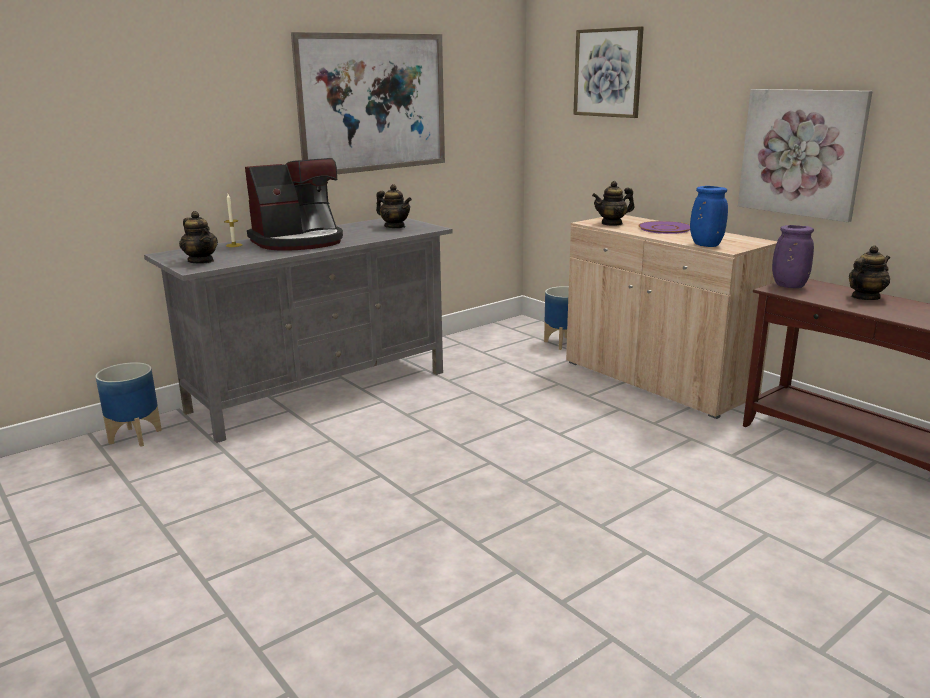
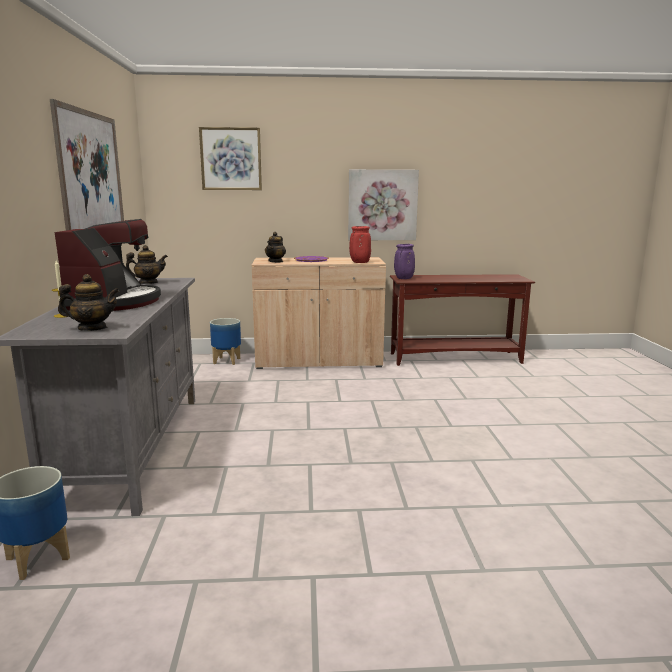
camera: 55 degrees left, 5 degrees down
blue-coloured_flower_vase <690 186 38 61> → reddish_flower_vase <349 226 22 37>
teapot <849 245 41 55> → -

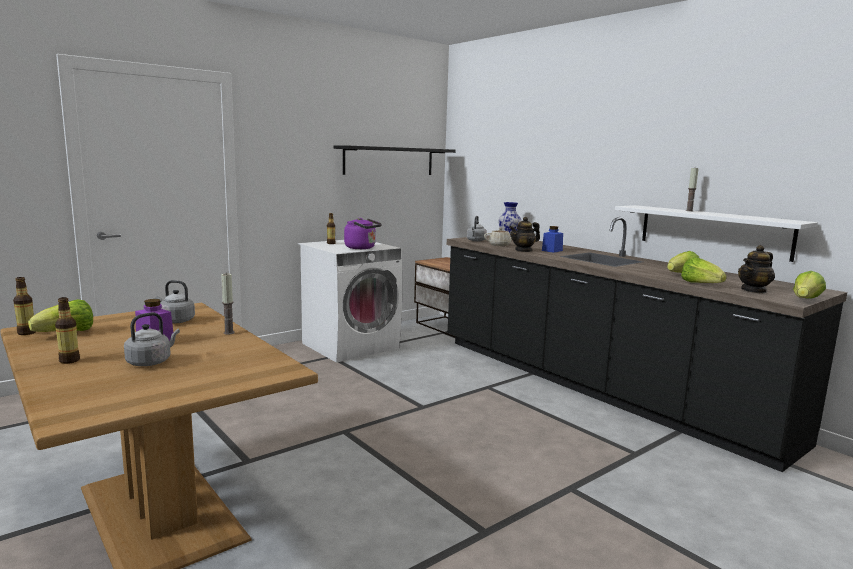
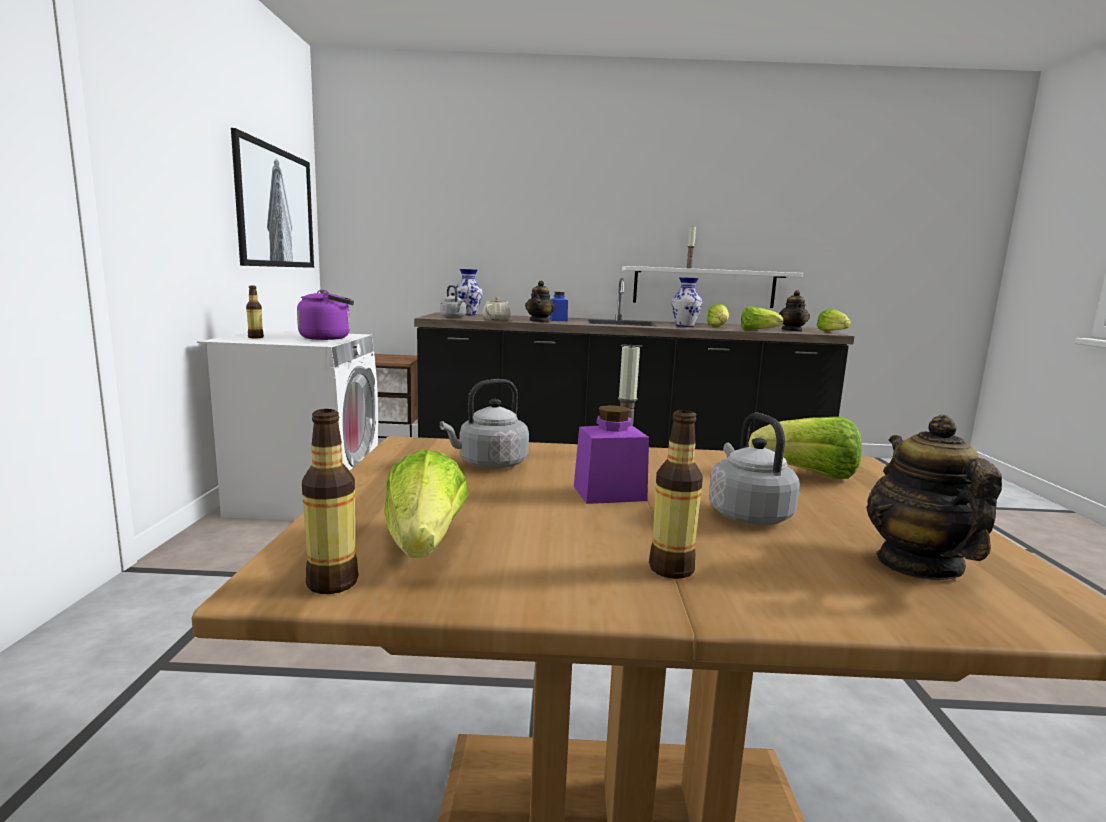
camera: 50 degrees left, 0 degrees up
blackish_bracket_shelf <333 145 123 30> → wall_picture <231 128 83 140>
- → flower_vase <671 277 31 50>
- → teapot <866 414 136 166>
- → head_of_lettuce <748 417 114 62>

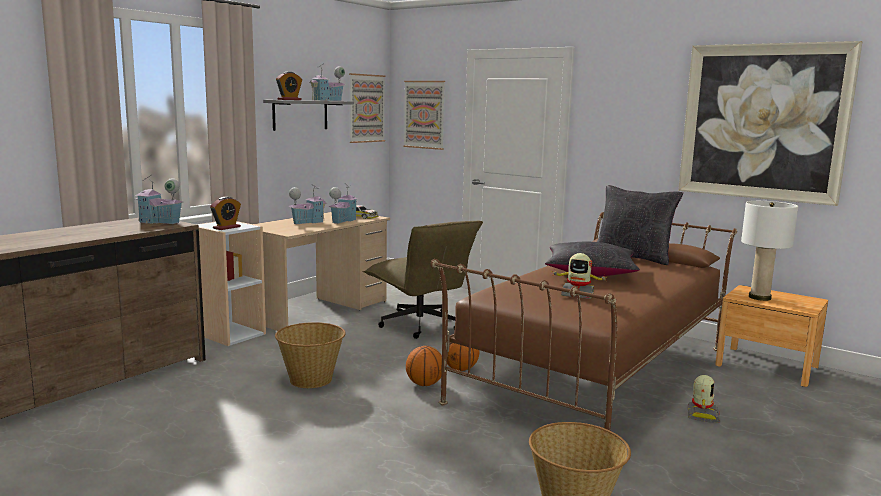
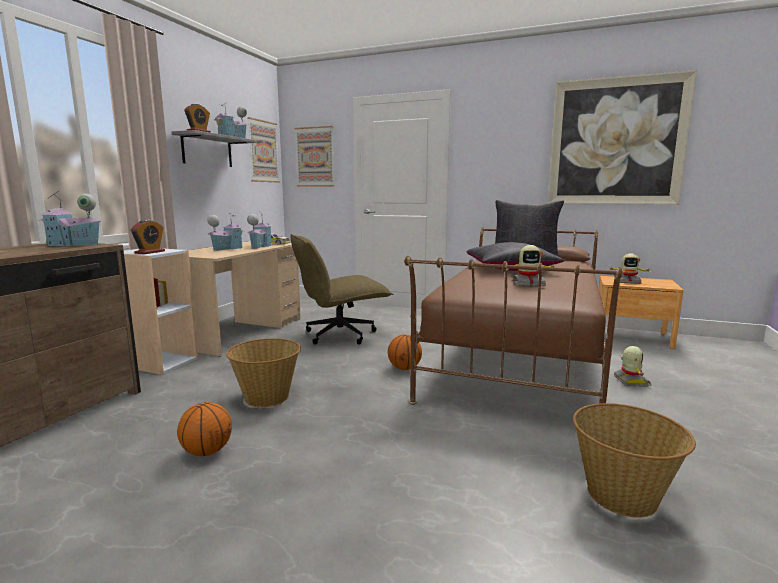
camera: 15 degrees left, 0 degrees up
white-coloured_lamp_for_a_table <741 201 57 100> → robot_figure <608 253 41 31>
beige-coloured_computer_chair <362 221 121 118> → beige-coloured_computer_chair <291 234 102 111>, 120 degrees clockwise
basketball_ball <406 346 36 40> → basketball_ball <177 402 55 54>, relocated

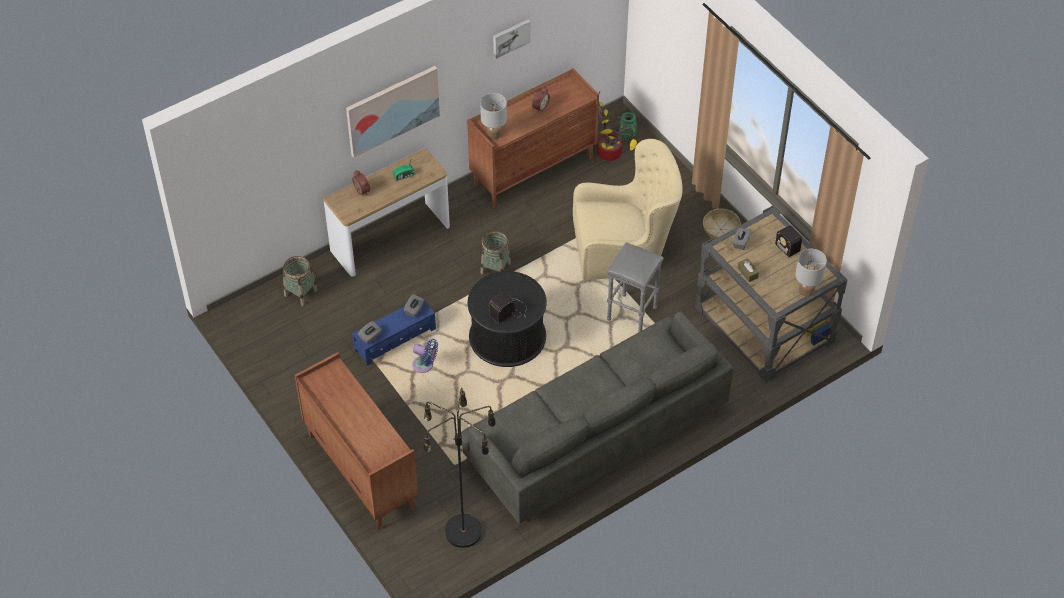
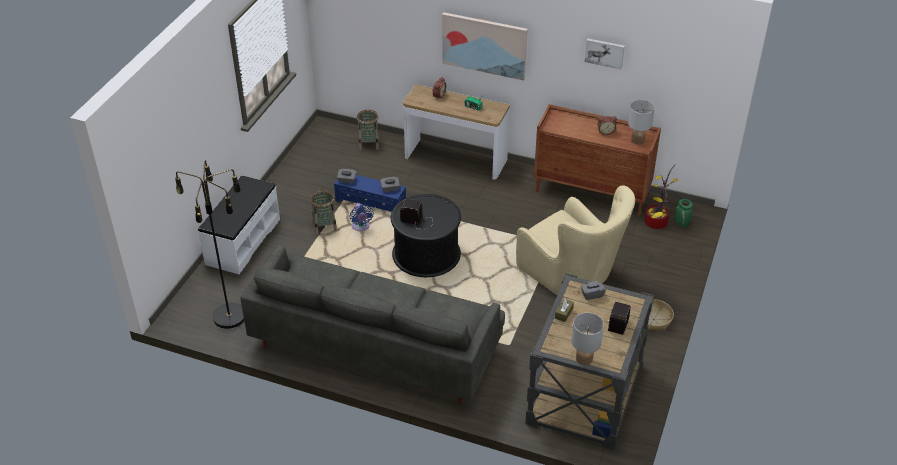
camera: 55 degrees right, 10 degrees down
grey_lamp_for_a_table <480 93 27 46> → grey_lamp_for_a_table <628 100 27 44>, relocated
basket <481 231 30 43> → basket <310 190 27 45>, relocated
grey_stool <607 242 57 90> → -
brown-coloured_cupboard <295 352 123 178> → white-coloured_bench <198 176 82 98>

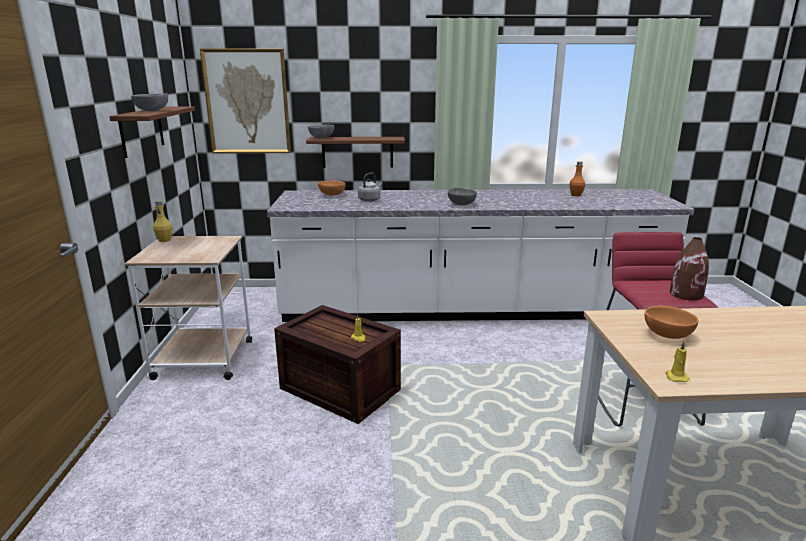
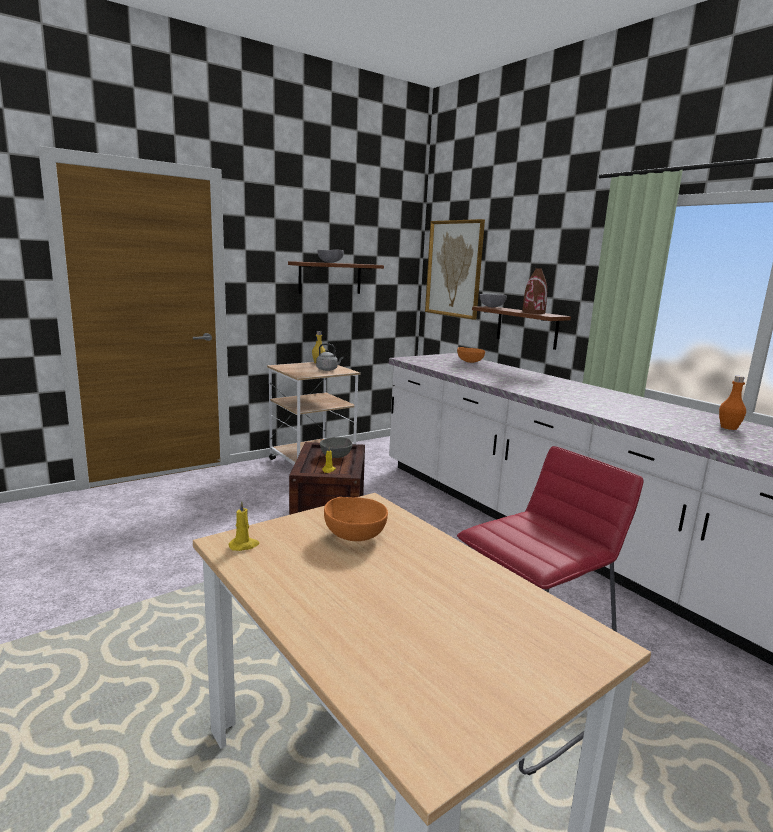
camera: 55 degrees right, 5 degrees down
grey_tea_kettle <358 173 24 29> → grey_tea_kettle <316 343 27 28>, relocated
grey_deep_dish <448 188 29 17> → grey_deep_dish <320 437 33 21>, relocated
brown-coloured_flower_vase <670 237 39 64> → brown-coloured_flower_vase <522 268 25 46>, relocated

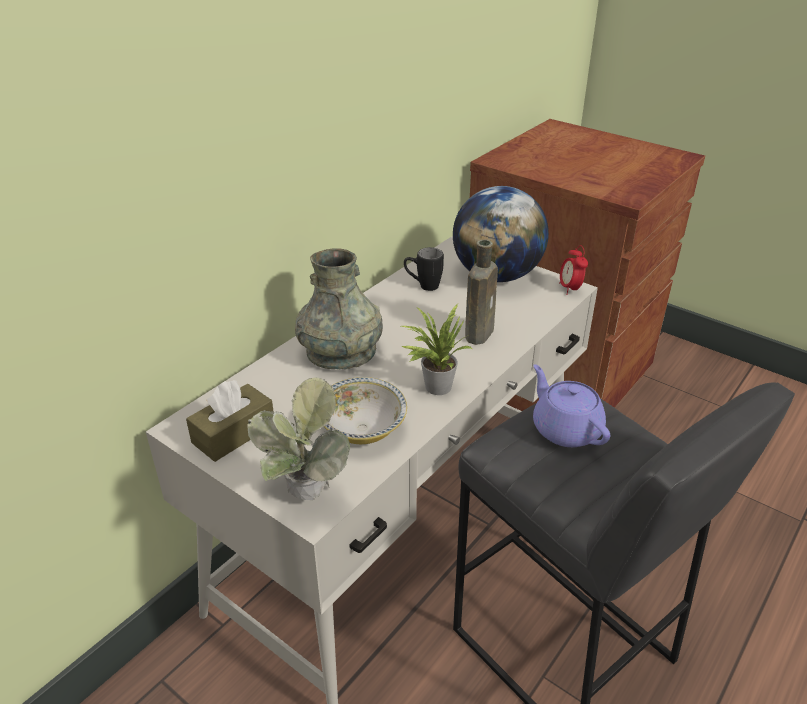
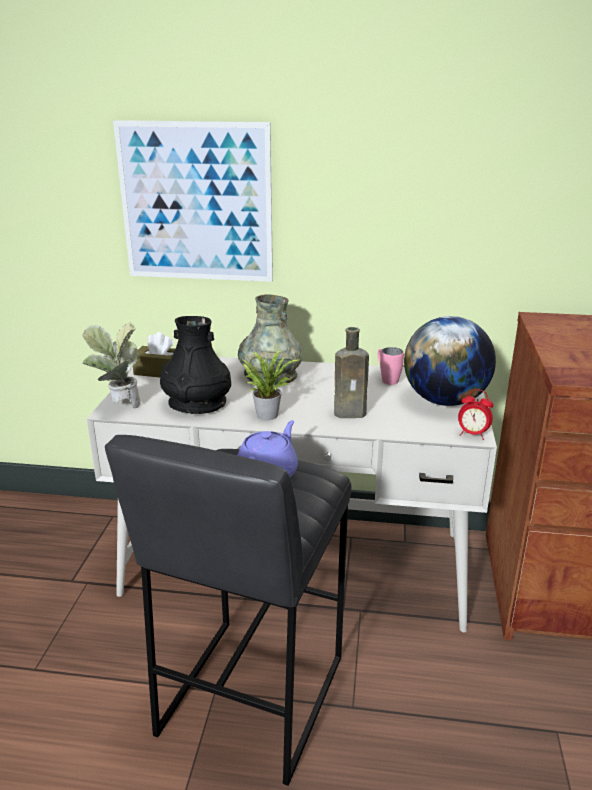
camera: 60 degrees right, 10 degrees down
bedside_clock <559 245 29 50> → bedside_clock <458 389 35 51>, 120 degrees counterclockwise
blackish_tea_mug <404 247 40 44> → pink-coloured_tea_mug <378 347 26 38>
deep_dish <324 377 83 67> → blackish_flower_vase <160 316 71 98>
- → wall_picture <113 120 160 162>

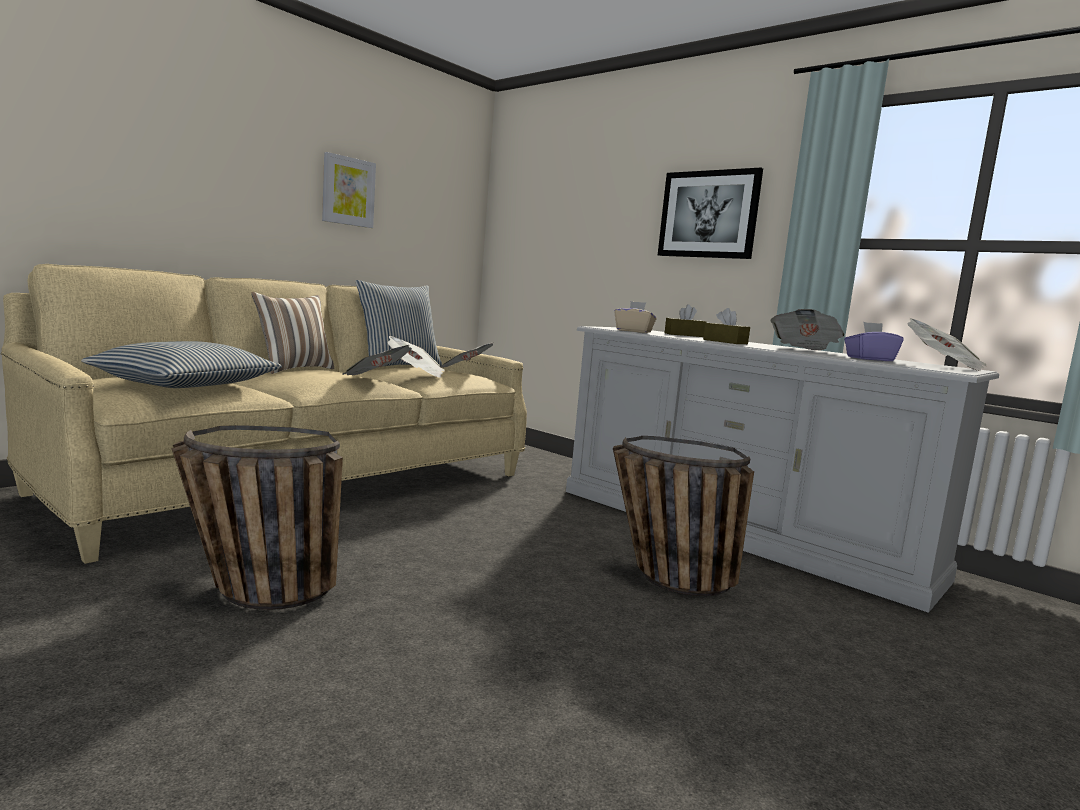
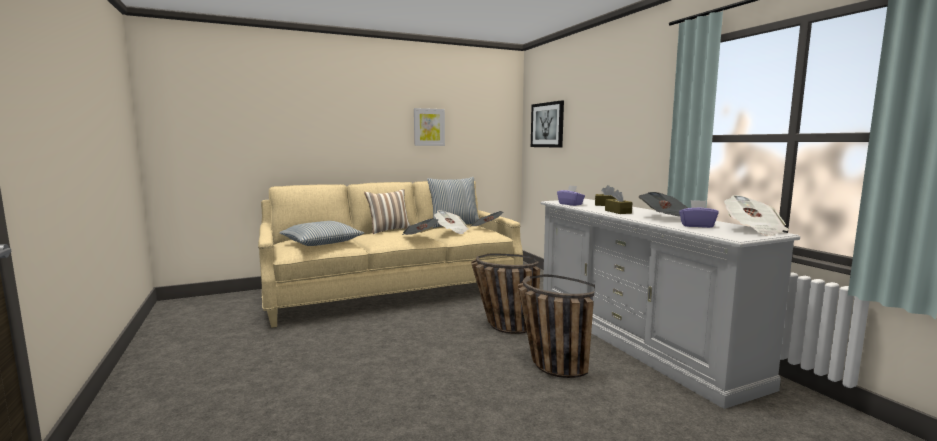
camera: 25 degrees right, 0 degrees up
wall_picture <658 168 105 91> → wall_picture <531 100 33 48>, relocated
beige-coloured_tissue_holder <614 301 42 32> → purple-coloured_tissue_holder <557 185 28 21>
basket <171 425 172 185> → basket <471 253 69 81>, relocated

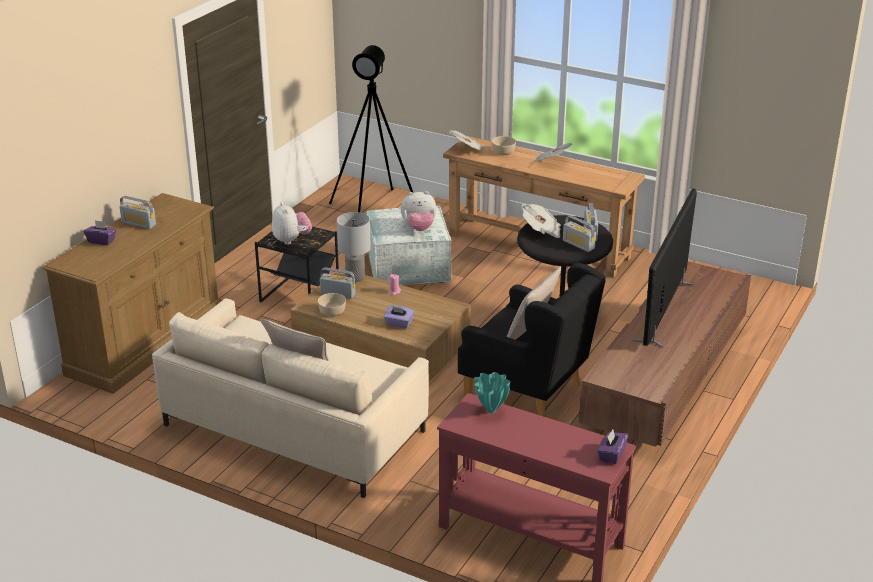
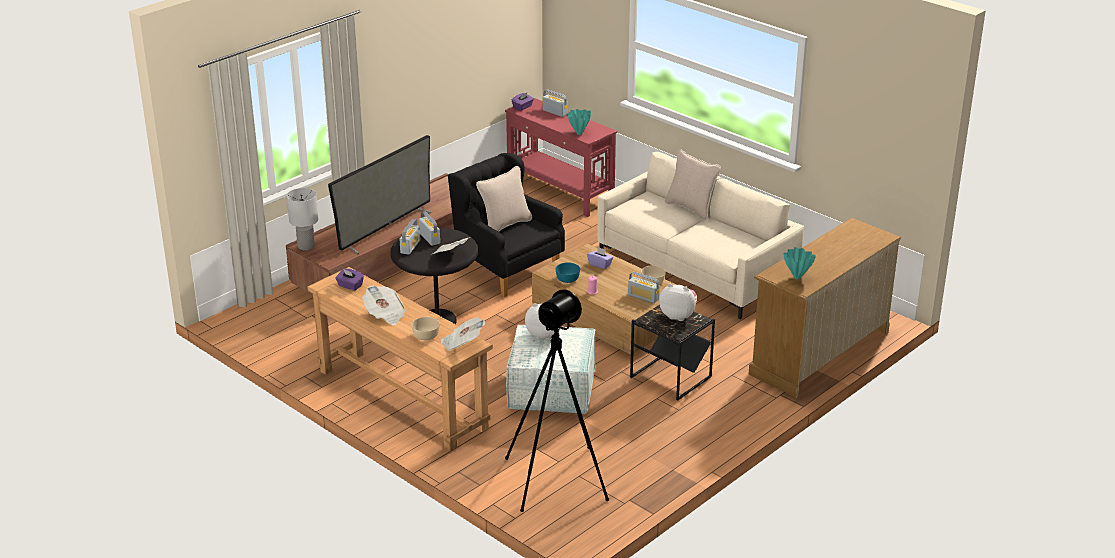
camera: 165 degrees left, 0 degrees up
radio_set <120 196 36 33> → radio_set <542 89 26 28>, relocated
soft_toy <272 202 40 43> → soft_toy <659 283 38 38>, 120 degrees clockwise
grey_lamp_for_a_table <337 212 34 70> → grey_lamp_for_a_table <287 188 31 63>, relocated
purple-coloured_tissue_holder <84 220 32 25> → purple-coloured_tissue_holder <335 268 29 23>, relocated
- → turquoise_flower_vase <784 247 32 32>
- → turquoise_deep_dish <556 263 24 20>

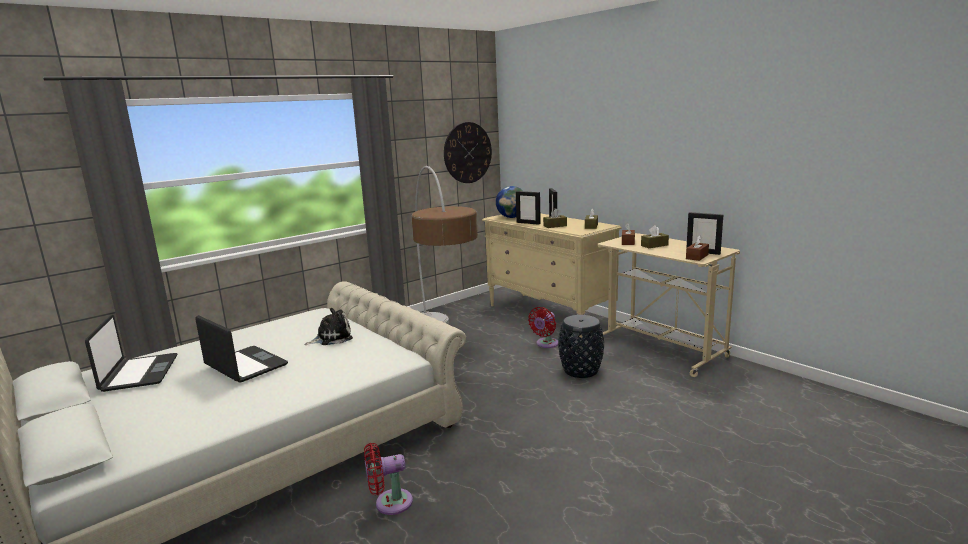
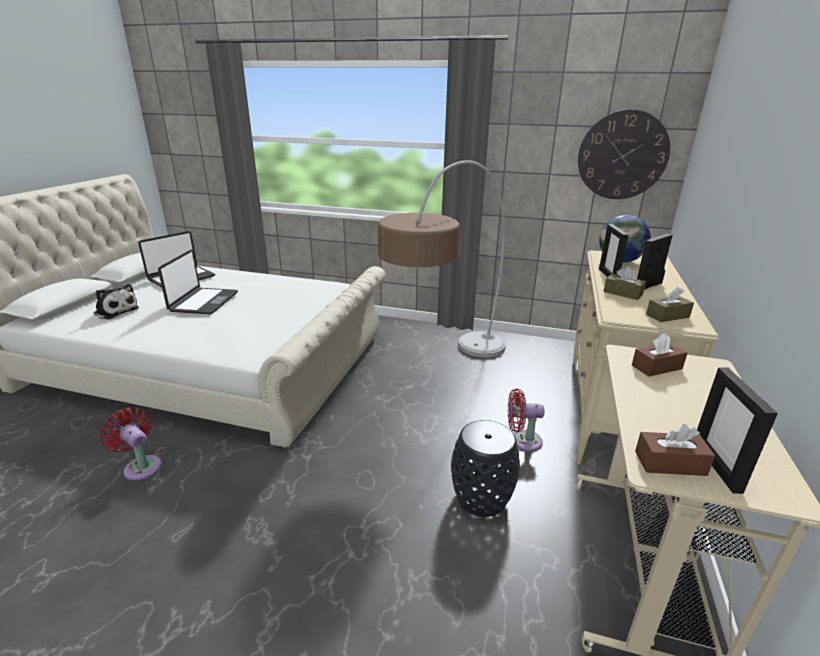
camera: 55 degrees right, 10 degrees up
brown-coloured_tissue_holder <641 225 28 23> → -
soft_toy <305 308 48 37> → soft_toy <93 284 46 36>, relocated

